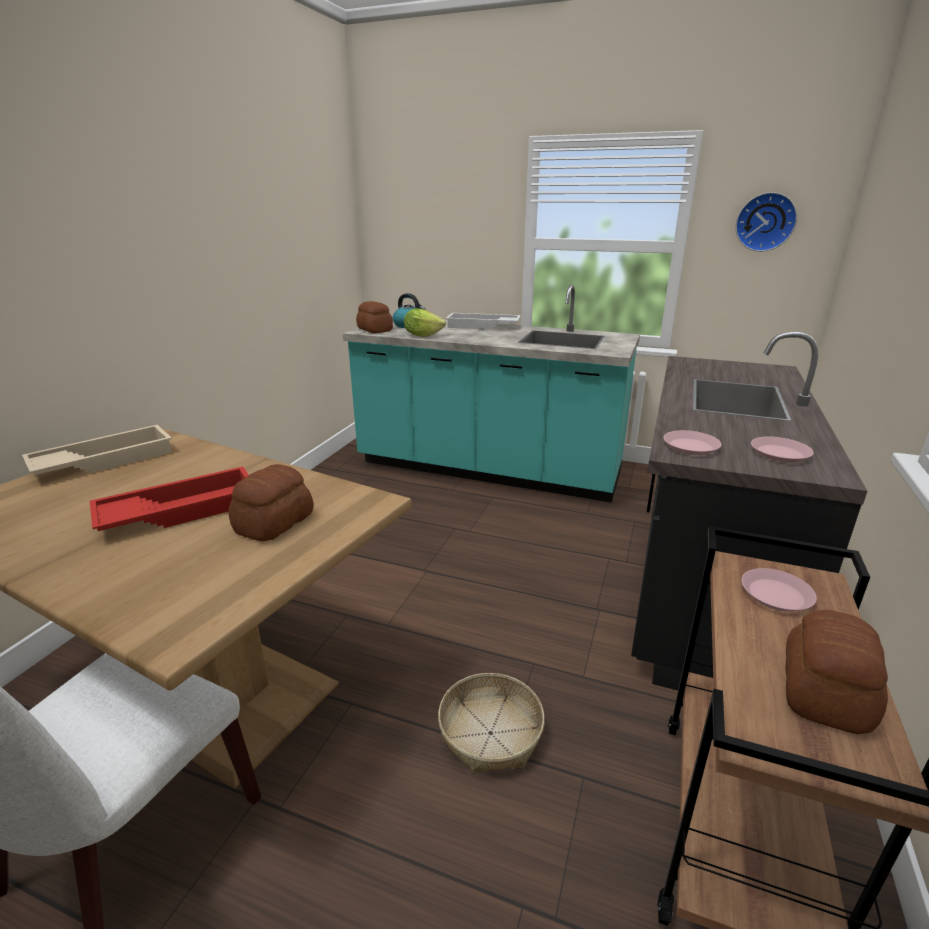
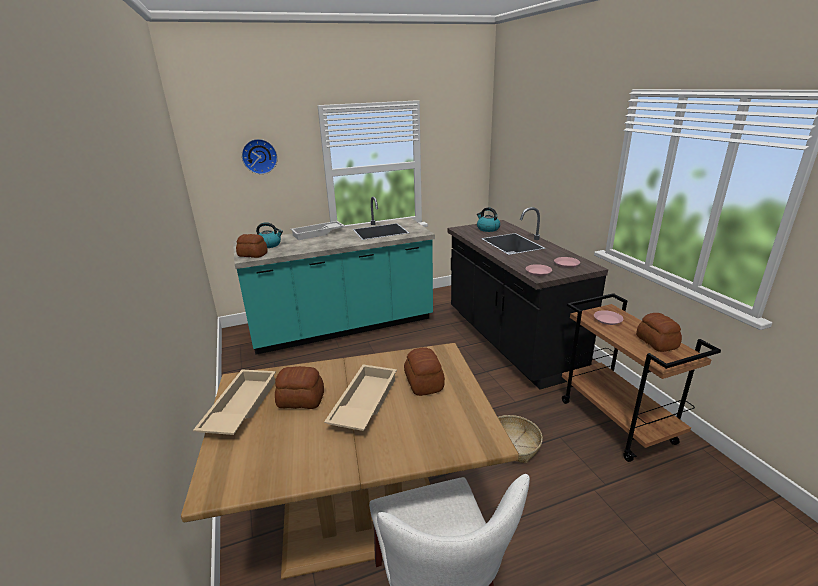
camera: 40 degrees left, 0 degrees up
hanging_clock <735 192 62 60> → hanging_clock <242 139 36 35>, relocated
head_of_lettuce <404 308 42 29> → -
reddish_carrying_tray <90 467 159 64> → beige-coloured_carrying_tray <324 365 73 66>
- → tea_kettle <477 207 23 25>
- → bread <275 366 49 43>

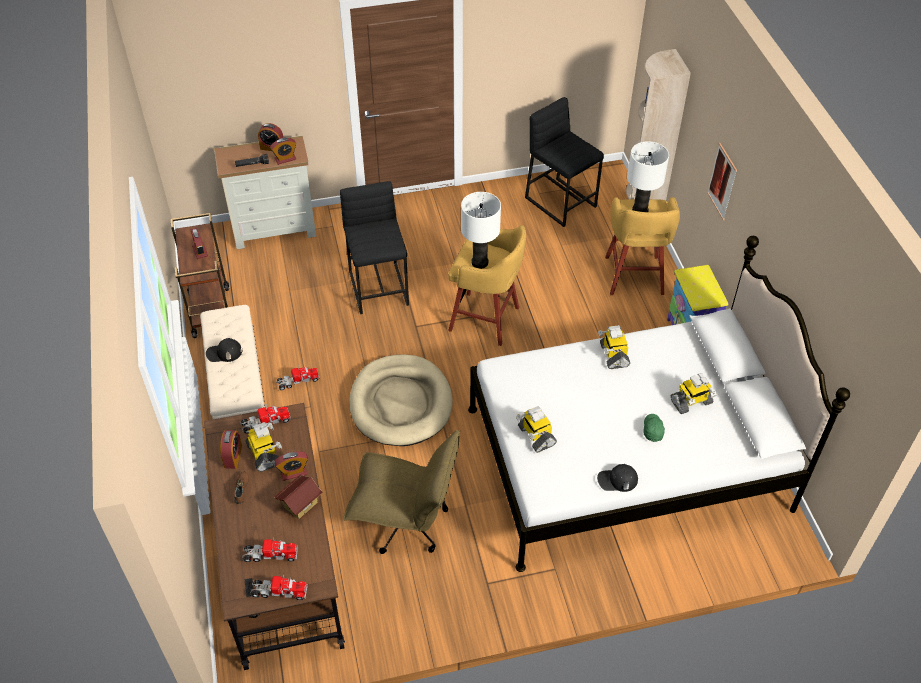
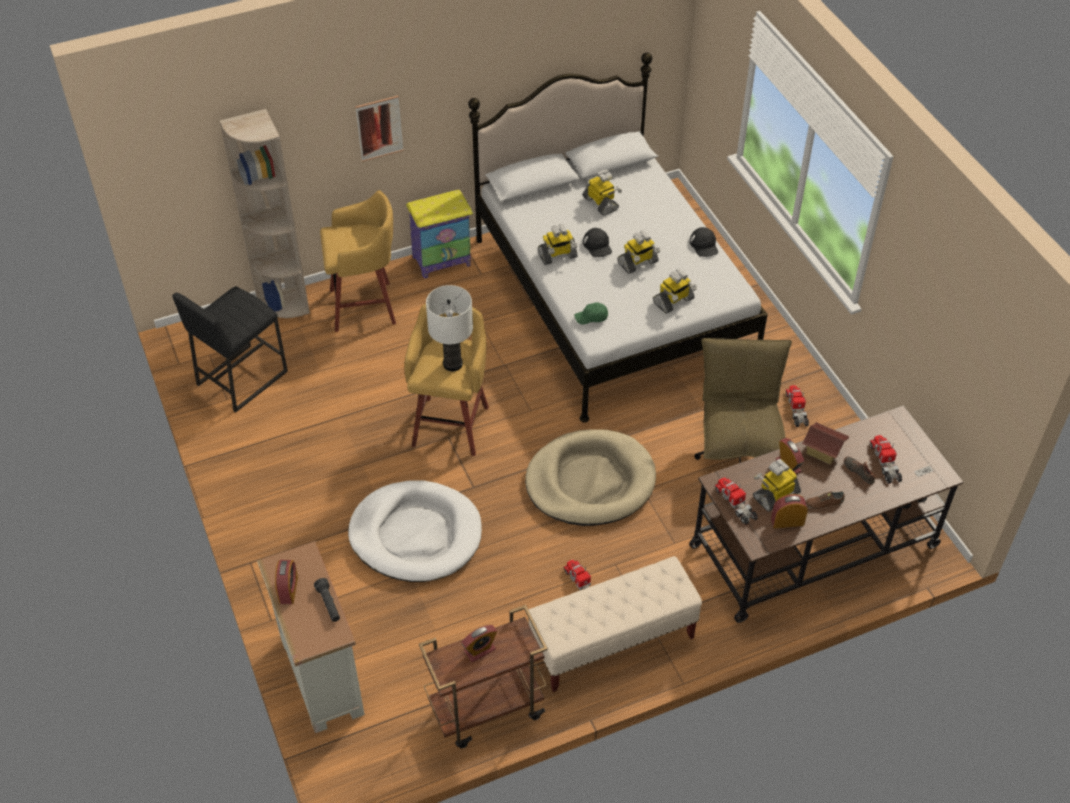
camera: 100 degrees left, 0 degrees up
bedside_clock <270 138 26 27> → -
white-coloured_lamp_for_a_table <627 141 42 71> → -
blackish_stool <340 181 69 133> → white-coloured_dog_cushion <348 480 134 102>
blackish_peaked_cap <206 338 36 24> → blackish_peaked_cap <583 228 29 29>, relocated
green_peaked_cap <643 414 22 28> → green_peaked_cap <574 302 34 23>, relocated
model_truck <250 575 58 25> → model_truck <786 385 23 42>, relocated
- → robot_figure <618 231 42 43>
- → blackish_low_shoe <844 457 32 28>

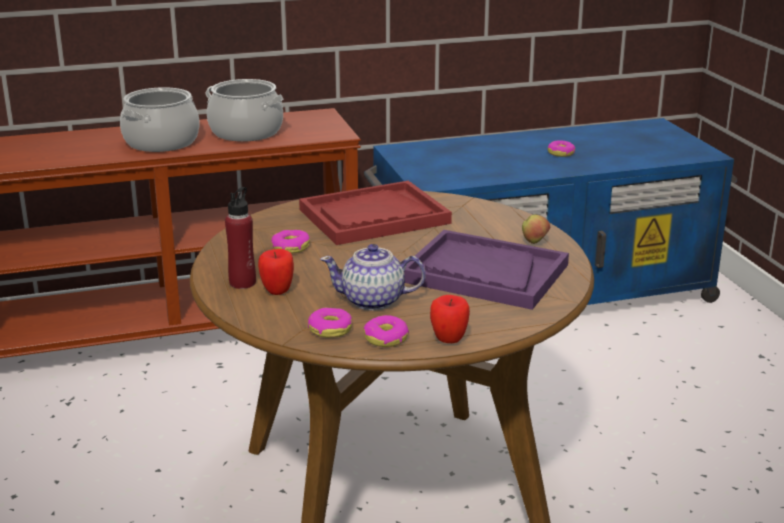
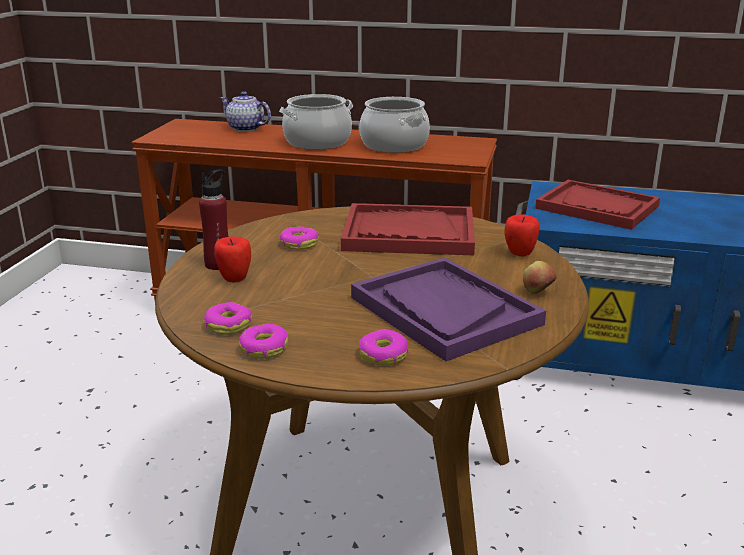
camera: 30 degrees right, 0 degrees up
donut <548 140 27 17> → donut <359 330 49 36>, relocated
teapot <320 244 106 67> → teapot <220 92 51 40>, relocated
apple_fruit <430 295 40 48> → apple_fruit <504 214 35 43>, relocated
- → reddish_carrying_tray <535 180 125 50>

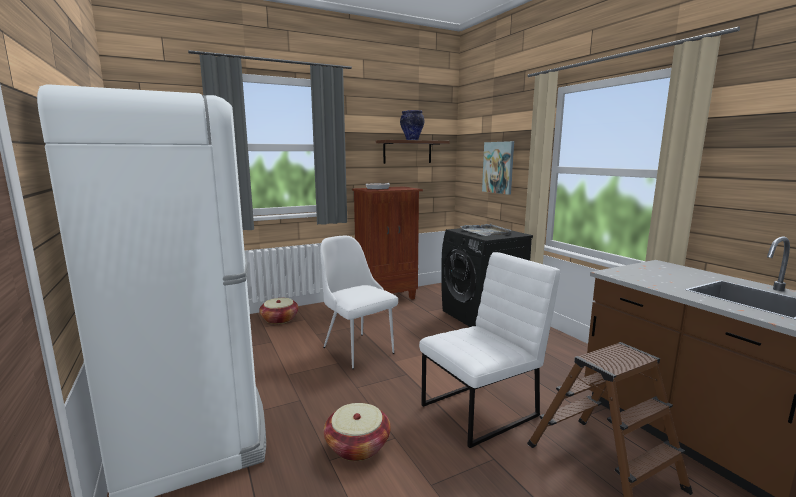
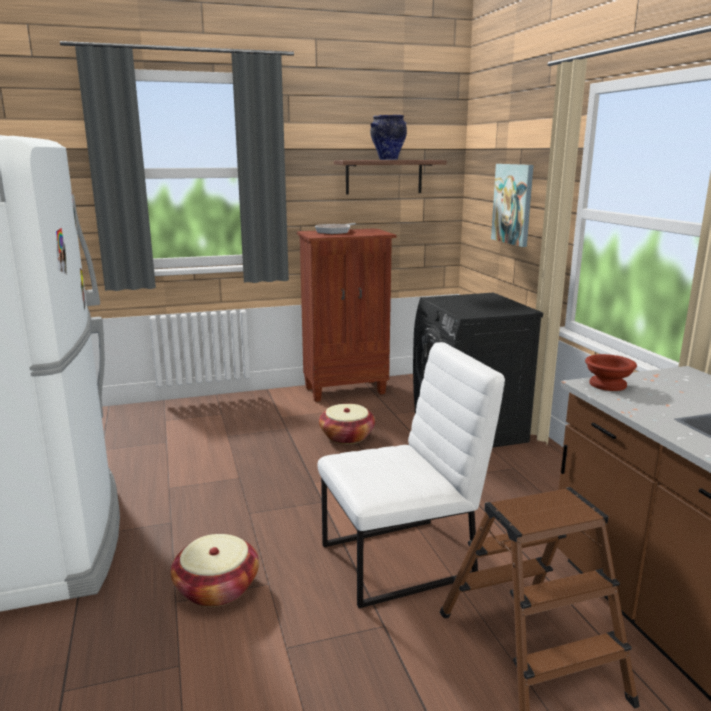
camera: 10 degrees right, 5 degrees up
grey_carrying_tray <460 224 51 12> → -
white-coloured_upright_chair <320 236 78 133> → -
basket <259 298 39 26> → basket <319 404 56 40>, relocated
- → brown-coloured_deep_dish <585 354 52 37>

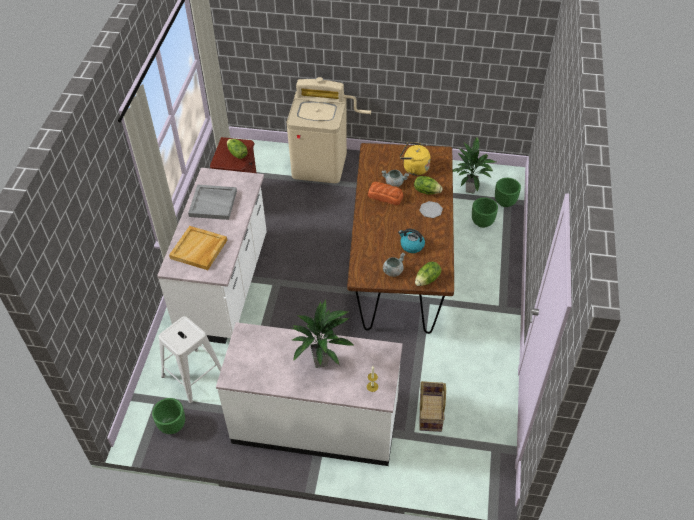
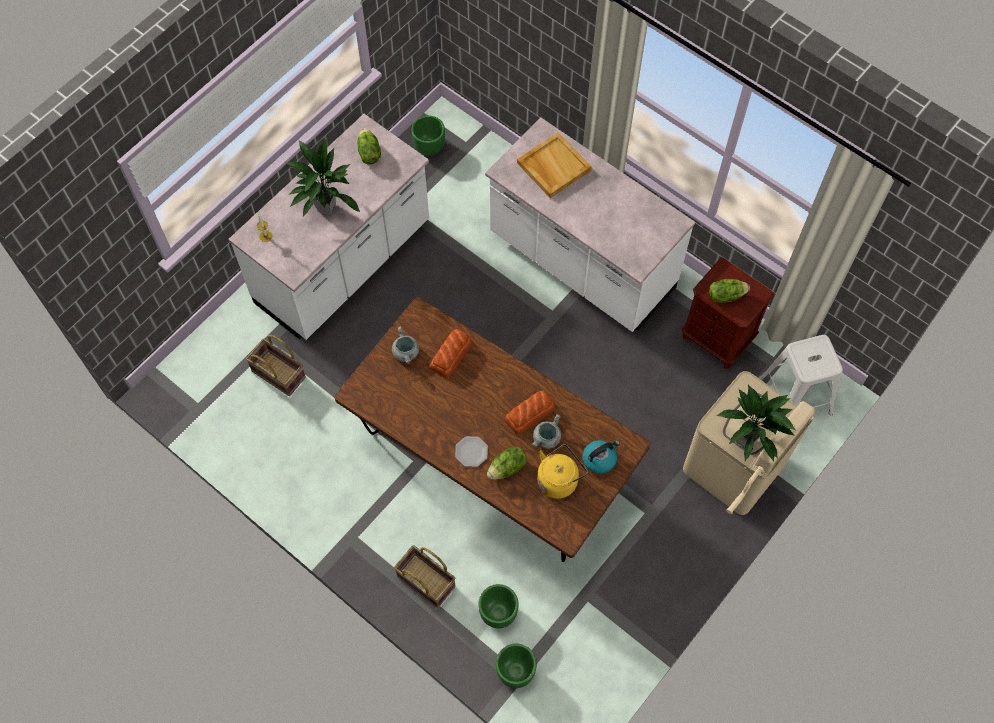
camera: 120 degrees right, 15 degrees up
plant_in_a_pot <453 136 43 57> → plant_in_a_pot <717 385 79 76>, relocated
grey_carrying_tray <188 185 49 35> → -
tea_kettle <398 229 27 24> → tea_kettle <582 440 38 34>, relocated
head_of_lettuce <415 262 26 24> → head_of_lettuce <357 129 24 35>, relocated
white-coloured_stool <158 316 64 88> → white-coloured_stool <758 335 85 80>, relocated
- → bread <430 329 42 48>
- → basket <394 545 62 63>

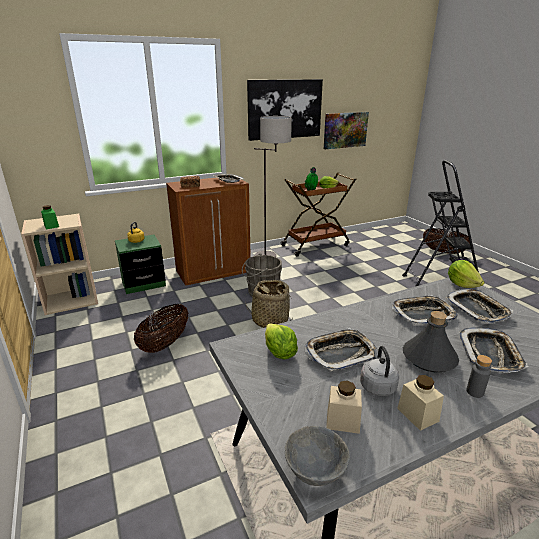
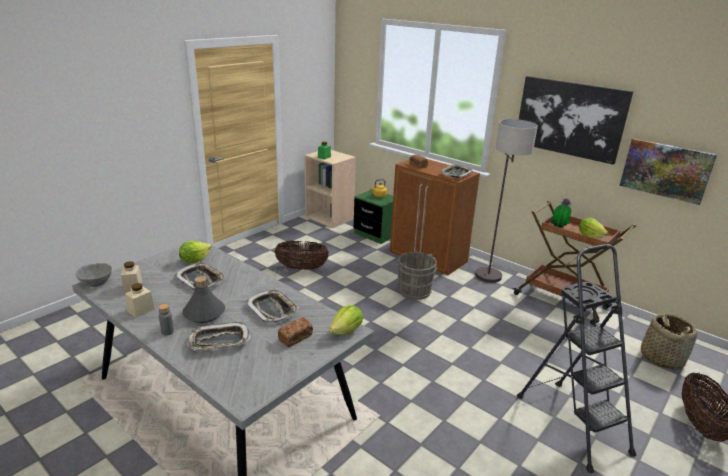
camera: 65 degrees right, 0 degrees up
basket <246 280 47 48> → basket <641 313 56 57>, relocated
carrying_tray <446 289 67 35> → bread <278 317 35 30>
grey_tea_kettle <360 346 39 50> → -

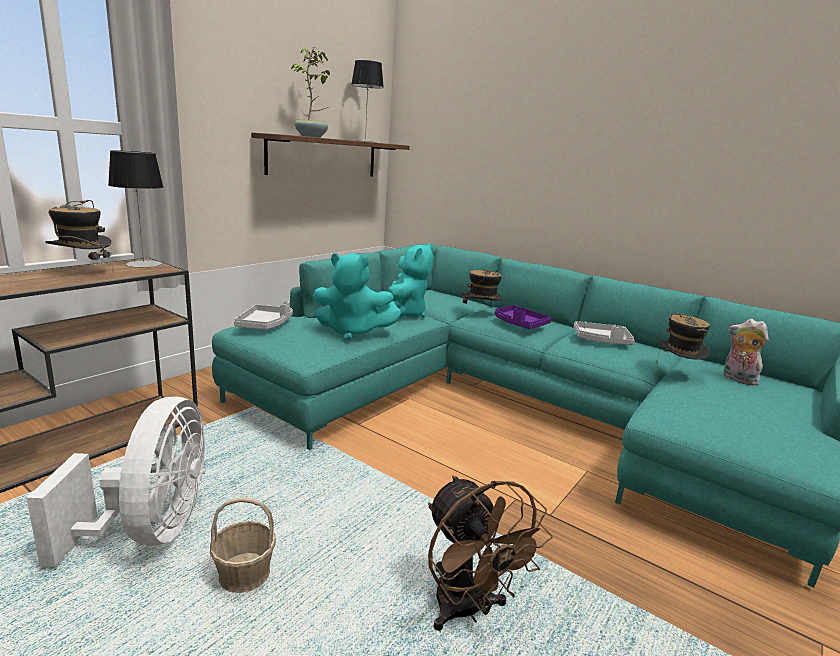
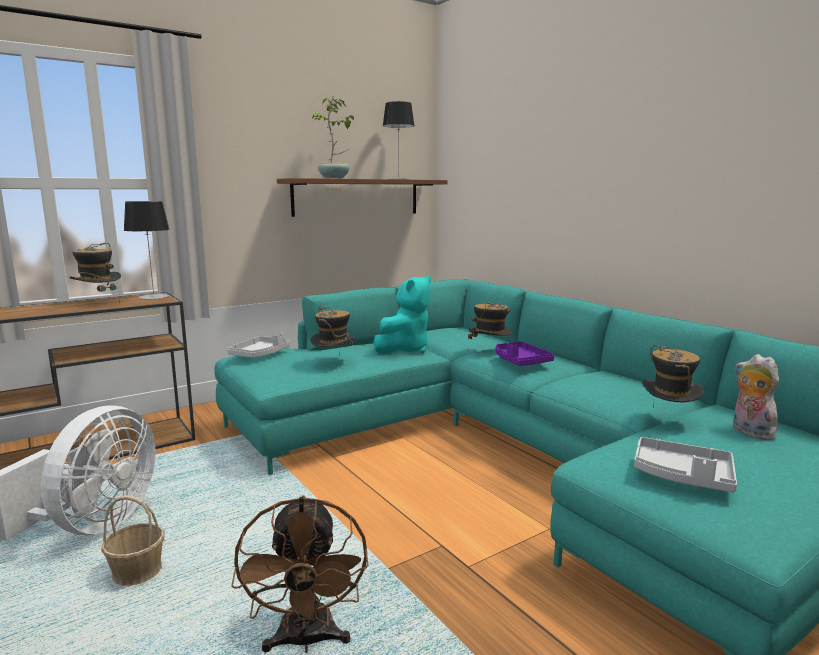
camera: 20 degrees right, 5 degrees down
turquoise_soft_toy <313 253 88 87> → wearable_hat <311 306 45 50>
grey_carrying_tray <574 321 61 24> → grey_carrying_tray <634 437 103 56>, relocated

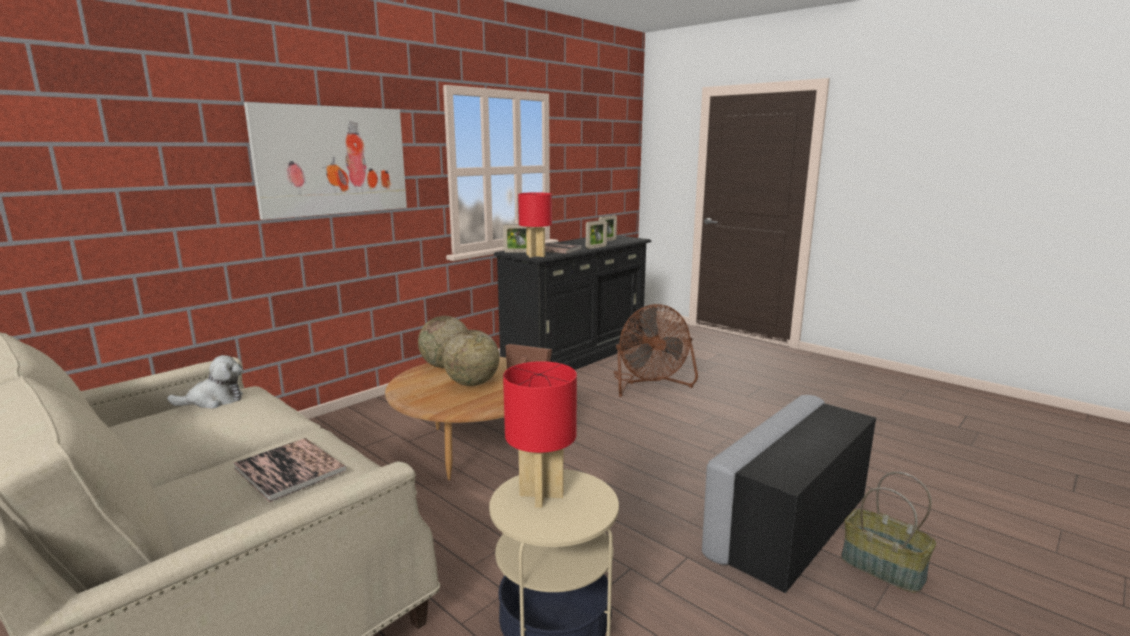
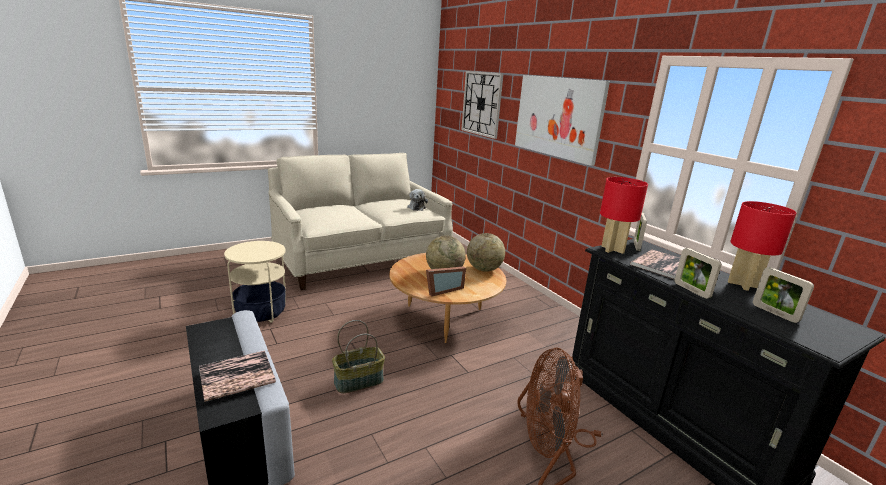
camera: 105 degrees right, 5 degrees up
reddish_lamp_for_a_table <503 361 74 147> → reddish_lamp_for_a_table <728 201 69 90>, relocated
bound_book <233 438 114 64> → bound_book <199 350 77 52>, relocated
basket <841 472 95 121> → basket <332 320 53 73>, relocated
- → hanging_clock <461 71 43 68>

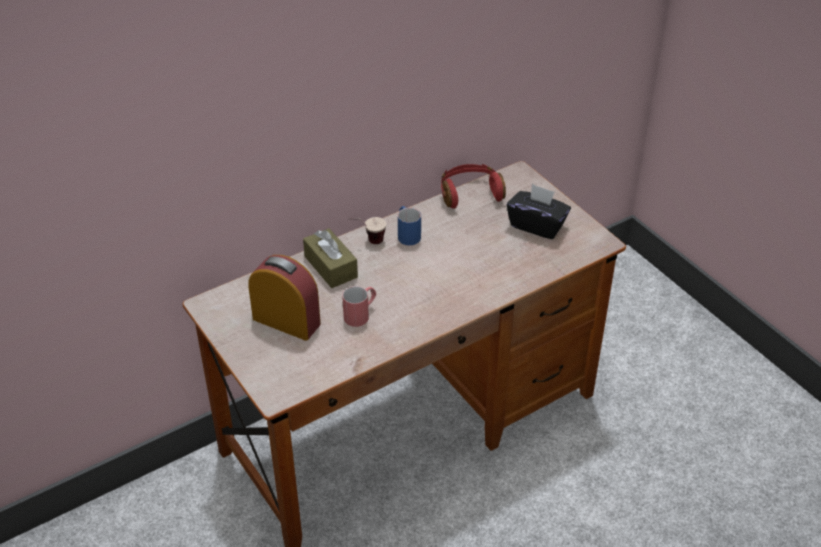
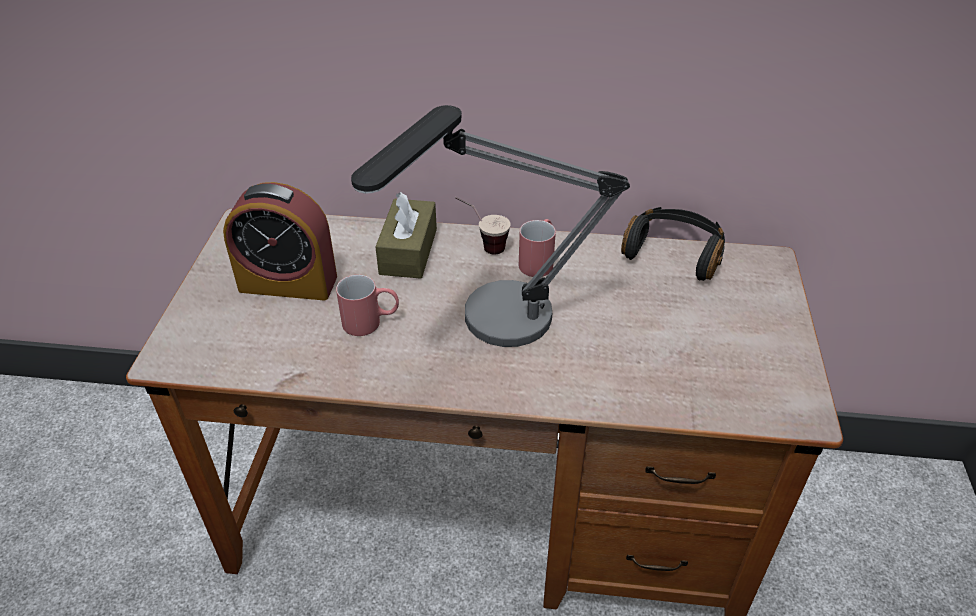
camera: 40 degrees right, 0 degrees up
reddish_pair_of_headphones <441 164 65 45> → blackish_pair_of_headphones <621 207 104 74>
blackish_tissue_holder <507 184 64 55> → -
blue-coloured_tea_mug <398 206 23 39> → reddish_tea_mug <519 219 37 58>
bedside_clock <248 255 73 86> → bedside_clock <223 182 114 119>, 120 degrees clockwise
- → lamp_for_a_table <351 105 279 242>

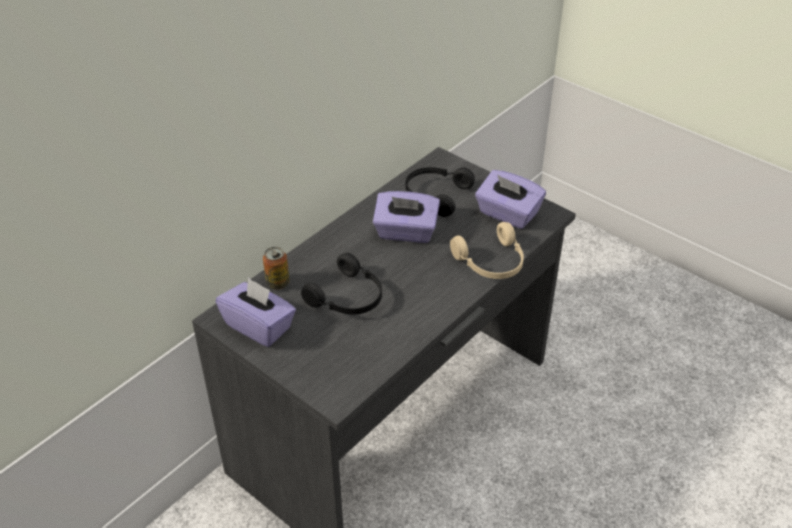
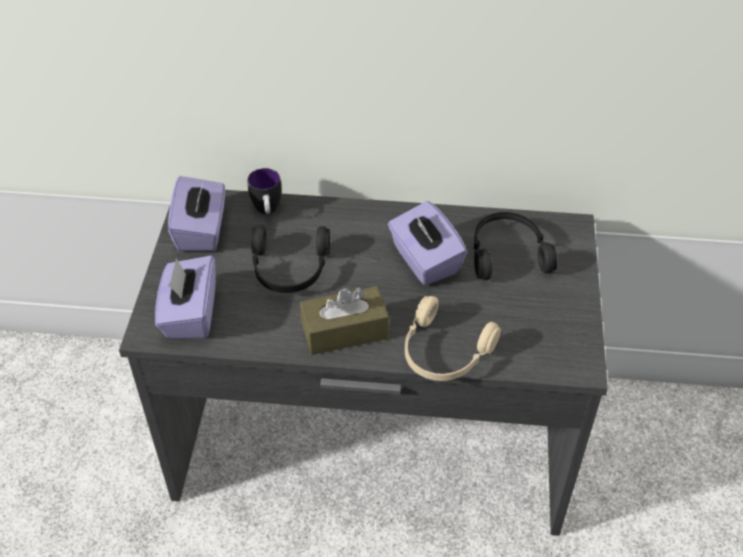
camera: 55 degrees right, 5 degrees up
purple-coloured_tissue_holder <475 170 71 59> → purple-coloured_tissue_holder <155 255 61 84>, relocated
sealed_can <263 247 27 43> → tea_mug <247 168 35 46>
- → brown-coloured_tissue_holder <300 286 89 69>

